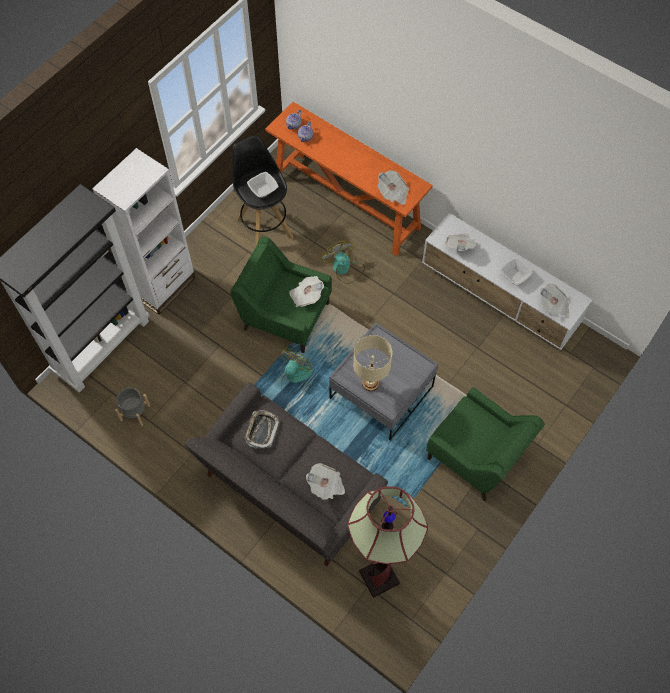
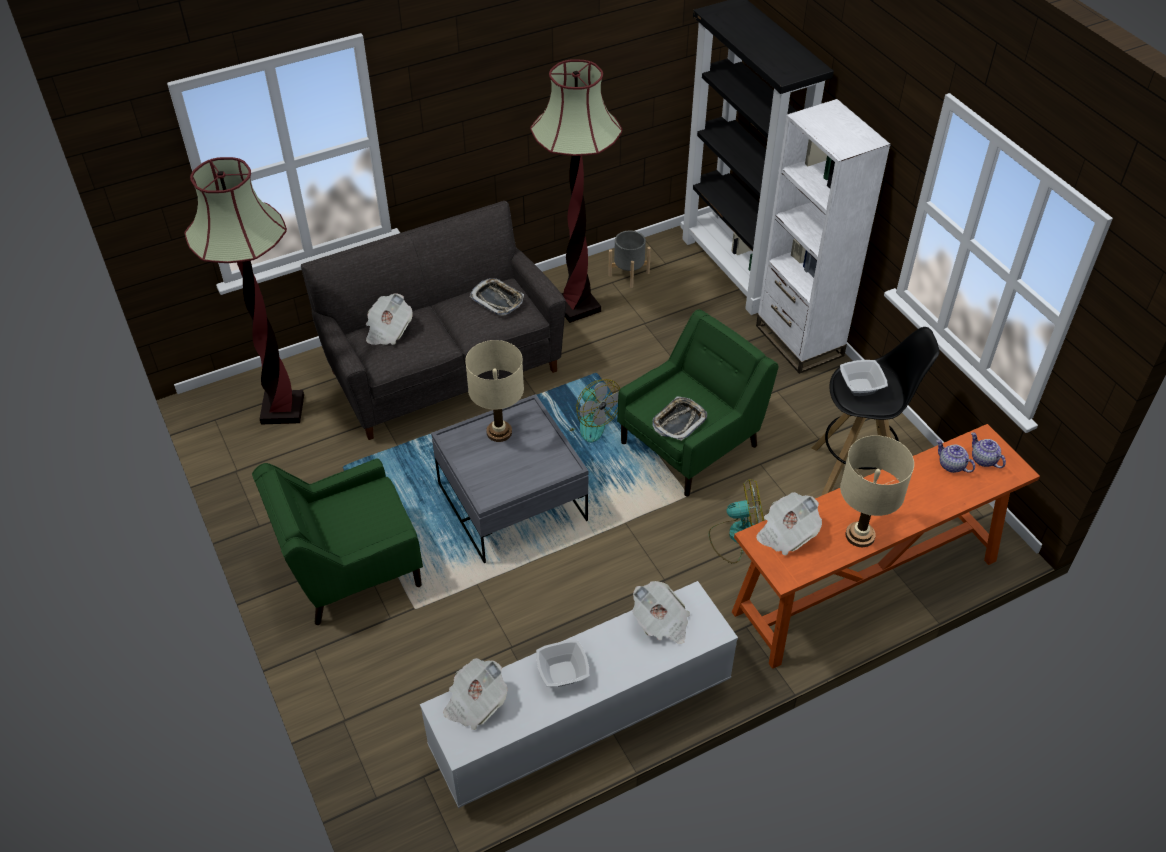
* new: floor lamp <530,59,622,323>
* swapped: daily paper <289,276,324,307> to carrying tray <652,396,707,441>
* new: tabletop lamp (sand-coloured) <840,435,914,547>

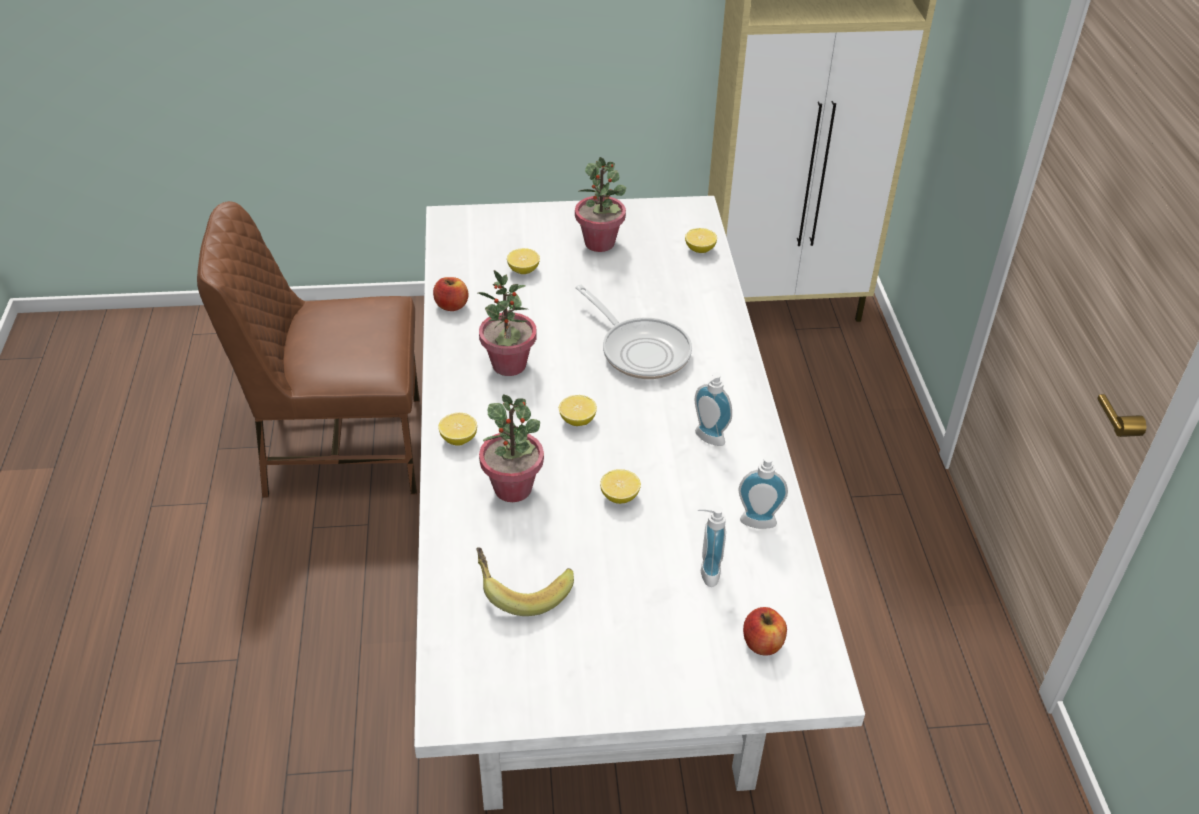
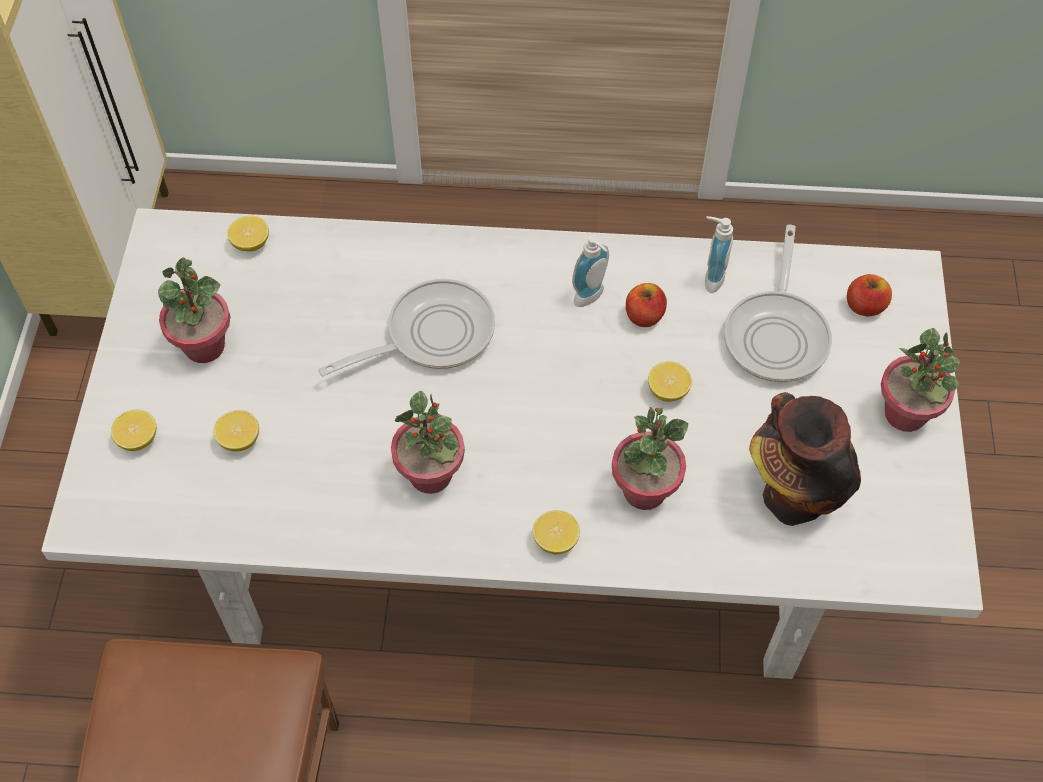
* shifted: citrus fruit <559,395,597,426> to <111,410,156,451>
* shifted: whole apple <433,277,468,311> to <626,283,667,327>
* swapped: soap bottle <698,506,726,587> to skillet <724,225,832,383>
* swapped: banana <476,547,574,616> to decorative vase <749,392,861,526>
* new: potted plant <881,328,960,432>

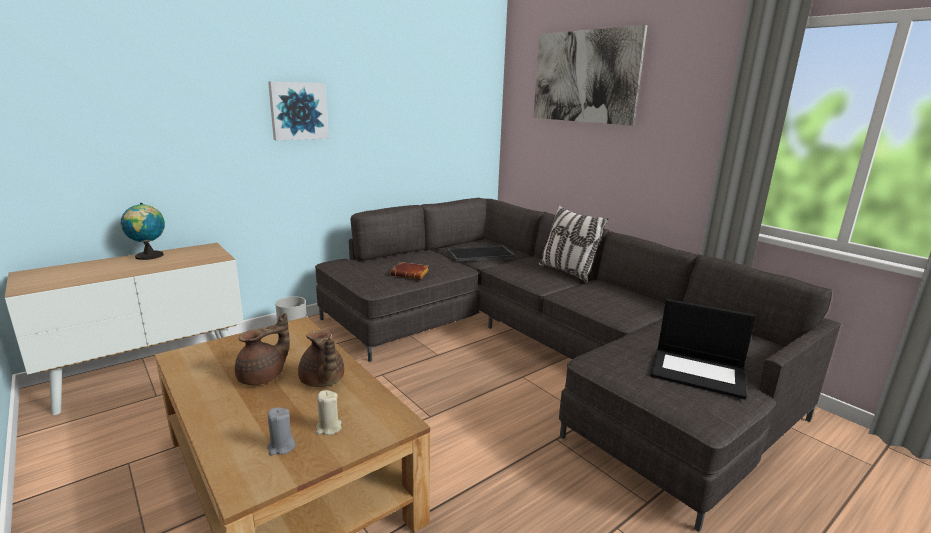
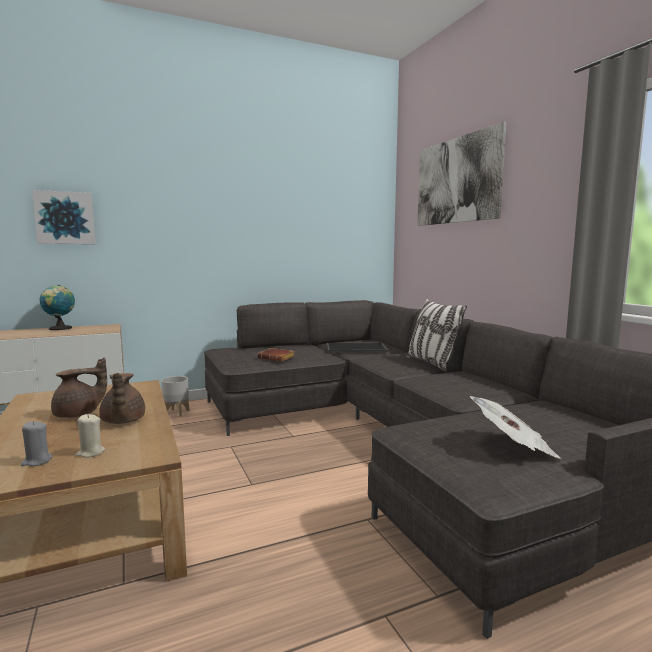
* shifted: picture <268,81,328,140> to <32,190,95,244>
* swapped: laptop <650,299,756,400> to daily paper <470,396,561,459>

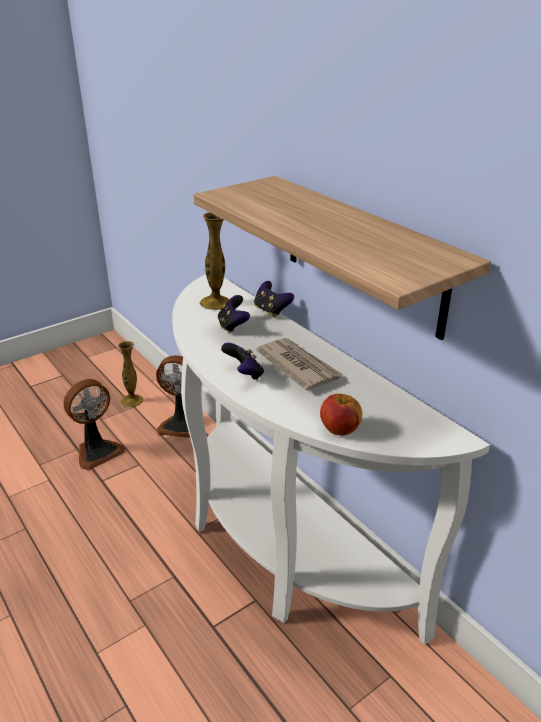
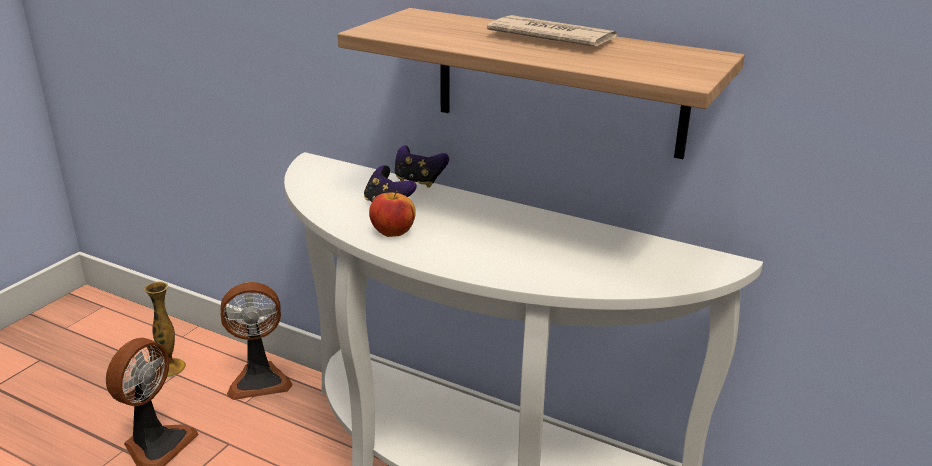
* shifted: whole apple <320,394,362,436> to <369,191,416,237>
* shifted: daily paper <256,338,343,391> to <487,15,617,47>
* gone: decorative vase <199,212,229,310>
* gone: gamepad <221,343,264,380>

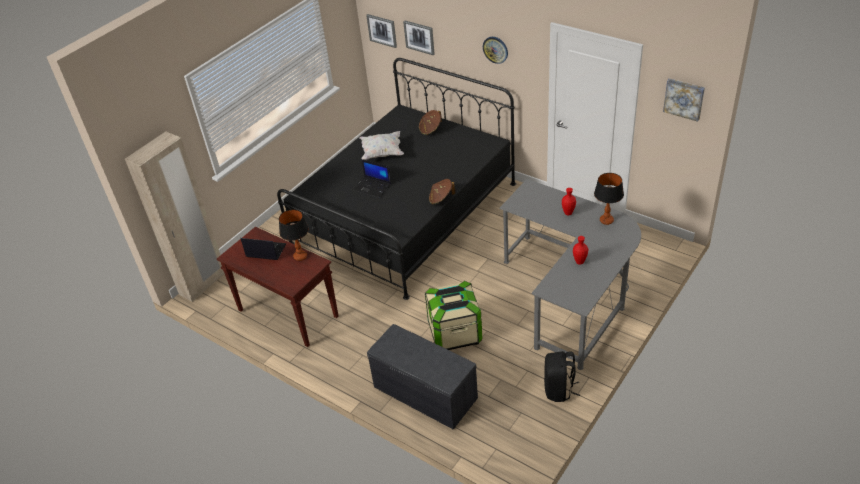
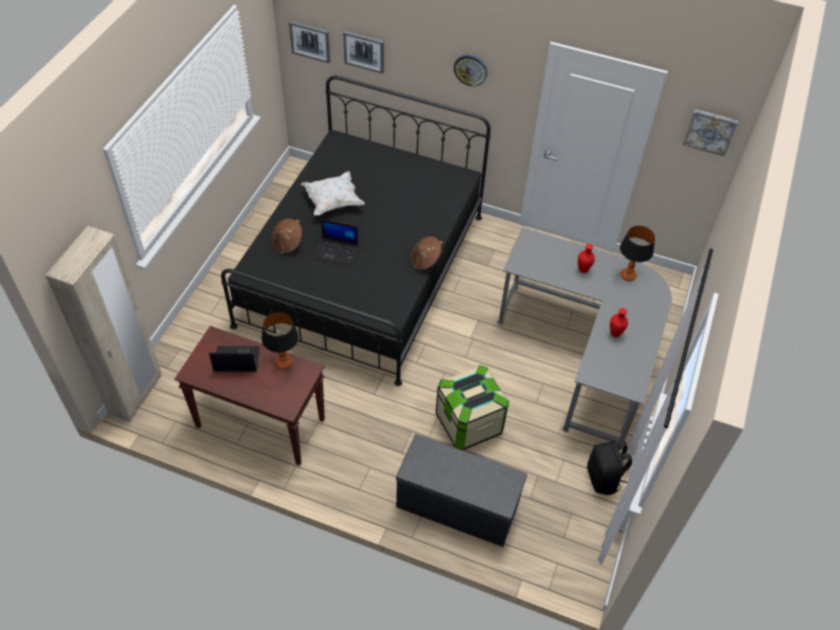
* shifted: wearable hat (brownish) <419,110,442,135> to <271,219,302,254>

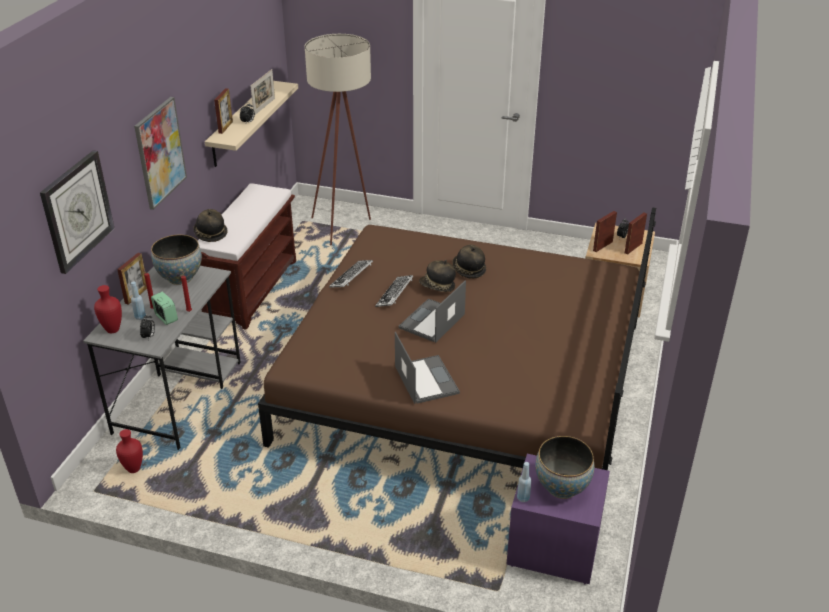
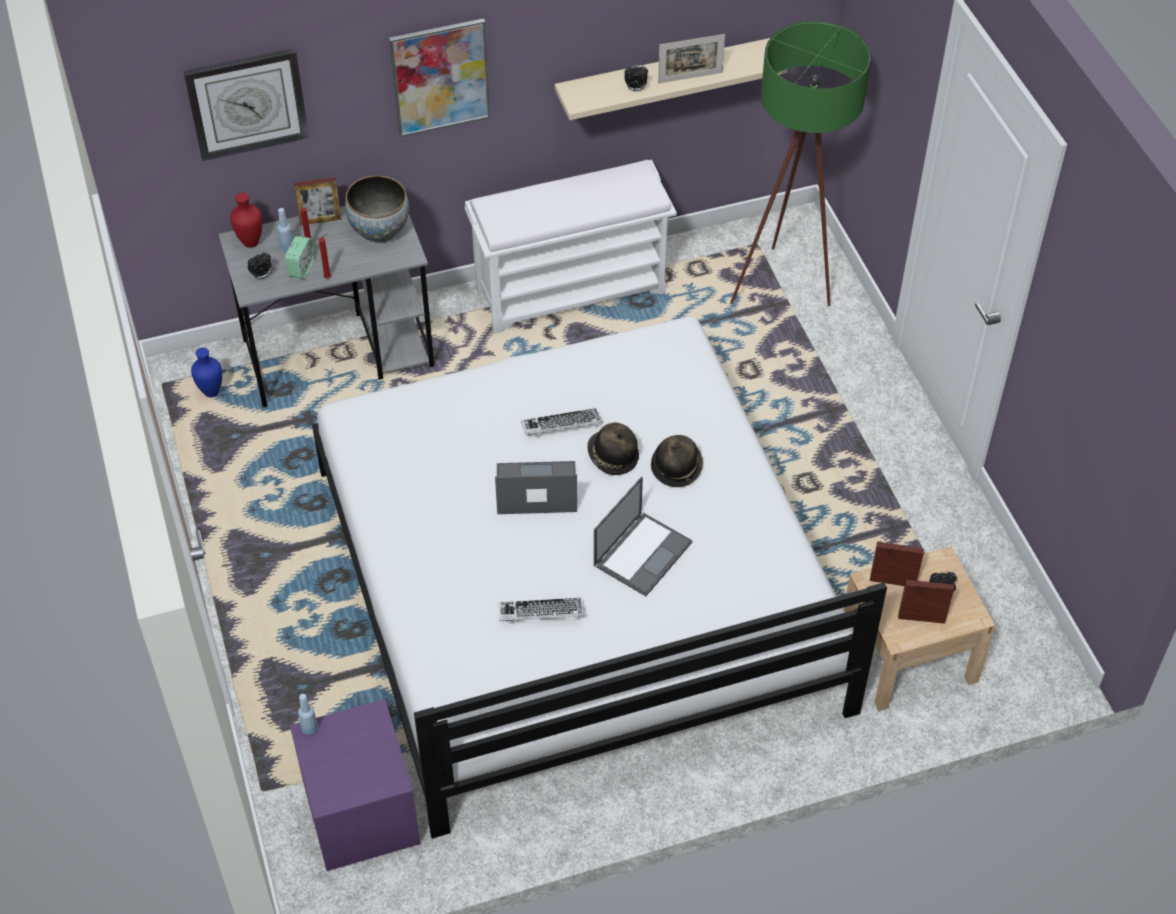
* repainted: decorative vase (reddish) <116,429,143,473> to decorative vase (bluish) <191,348,222,397>
* repainted: sleeping bed (brownish) <258,207,656,470> to sleeping bed (white-coloured) <312,316,887,839>
* repainted: indoor bench (brownish) <198,183,296,330> to indoor bench (white-coloured) <465,160,677,334>
* shifted: PC keyboard <329,260,373,288> to <498,598,583,624>
* shifted: laptop <395,332,460,404> to <594,477,692,596>
* repainted: floor lamp (sand-coloured) <305,34,371,245> to floor lamp (green-coloured) <730,21,871,306>
* gone: wearable hat <193,209,228,242>
* gone: standing frame <214,88,233,134>
* gone: deep dish <535,436,594,499>

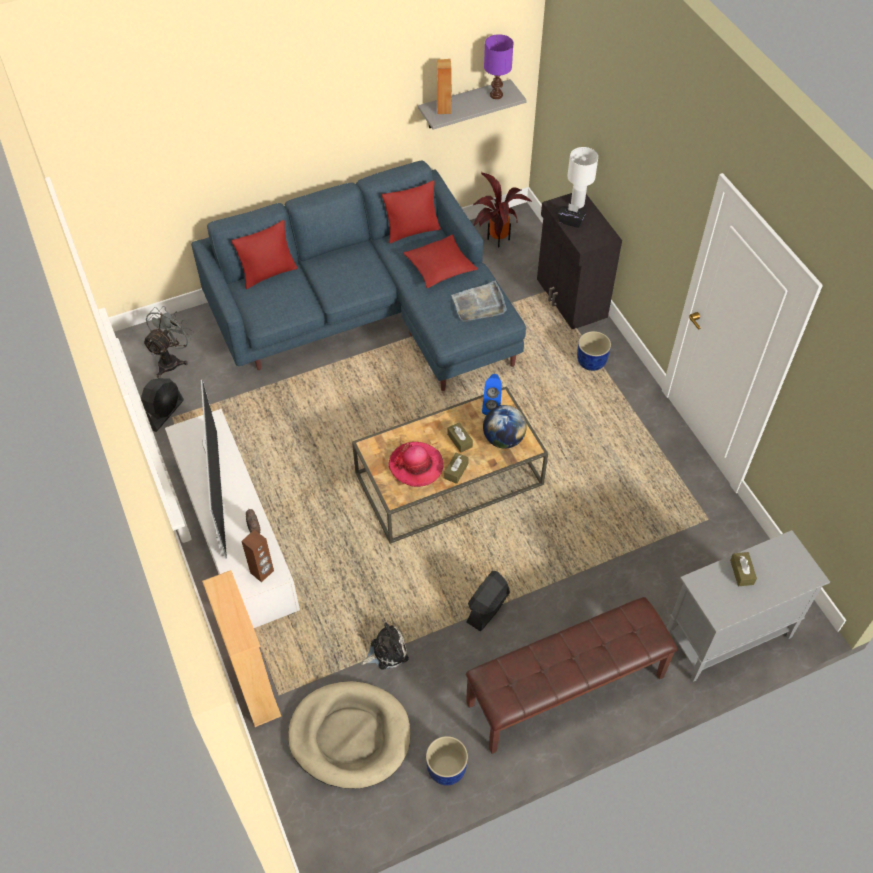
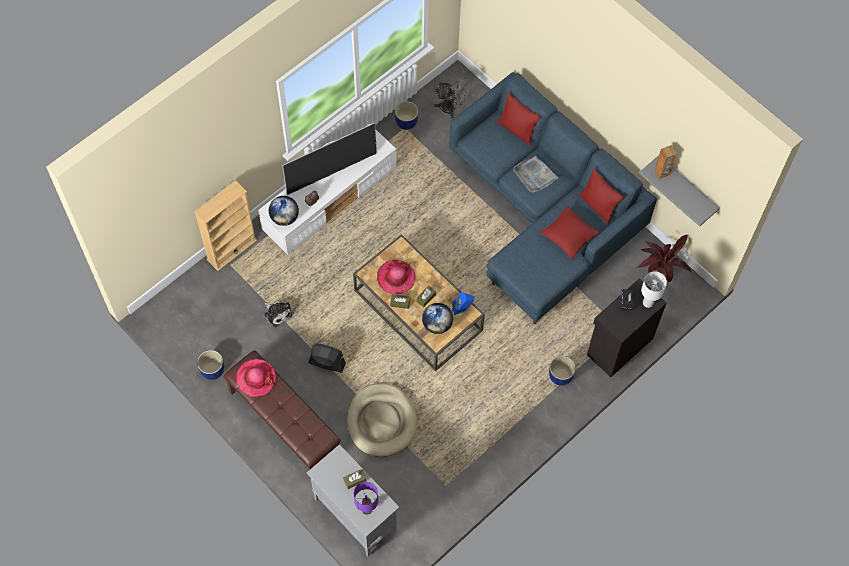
* new: wearable hat <236,359,276,397>
* swapped: speaker (brownish) <241,530,274,582> to world globe <269,196,299,226>
* shifted: pet bed (sand-coloured) <288,681,410,789> to <347,383,417,457>
* shifted: tabletop lamp (purplish) <484,34,514,99> to <354,482,378,515>
* swapped: fan (black) <141,378,184,432> to planter (bluish) <395,101,418,130>
* shifted: carrying tray (greyish) <451,281,507,322> to <513,156,559,192>

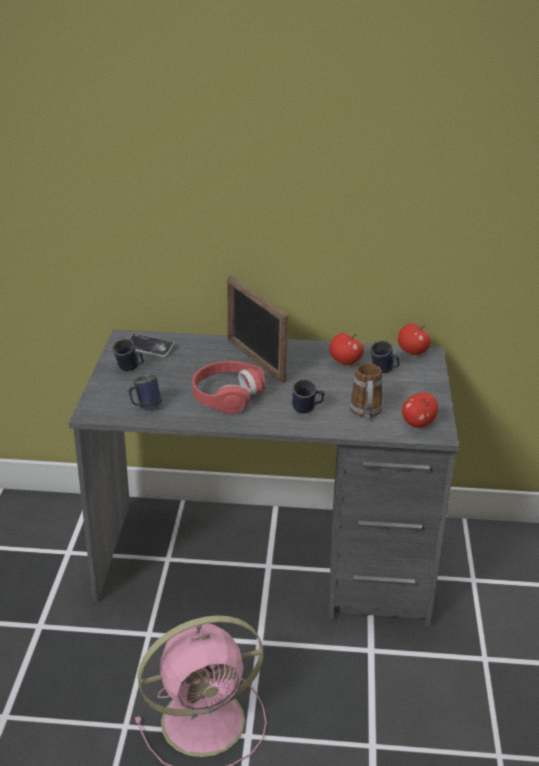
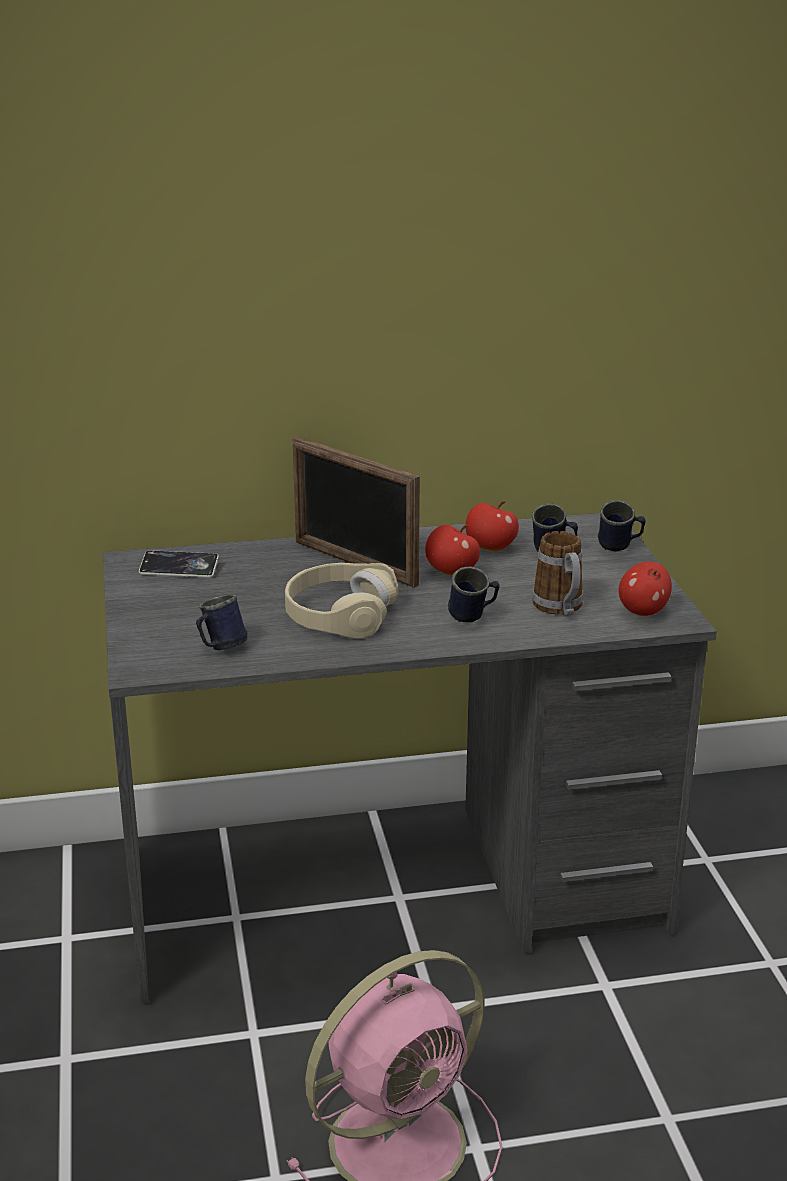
* repainted: headset (reddish) <192,361,265,414> to headset (sand-coloured) <285,563,398,639>
* shifted: whole apple <398,323,431,355> to <425,525,480,576>
* shifted: tea mug (bluish) <112,338,144,372> to <598,500,646,552>

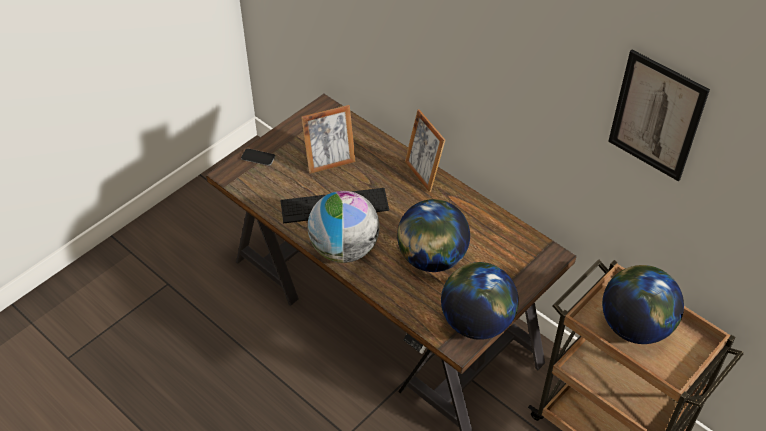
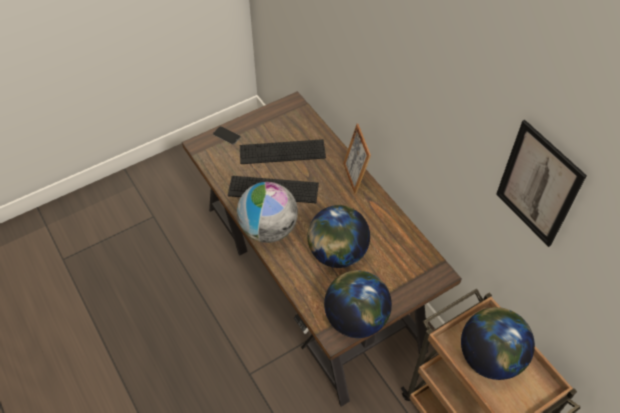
* swapped: standing frame <301,105,356,174> to PC keyboard <240,139,326,164>

